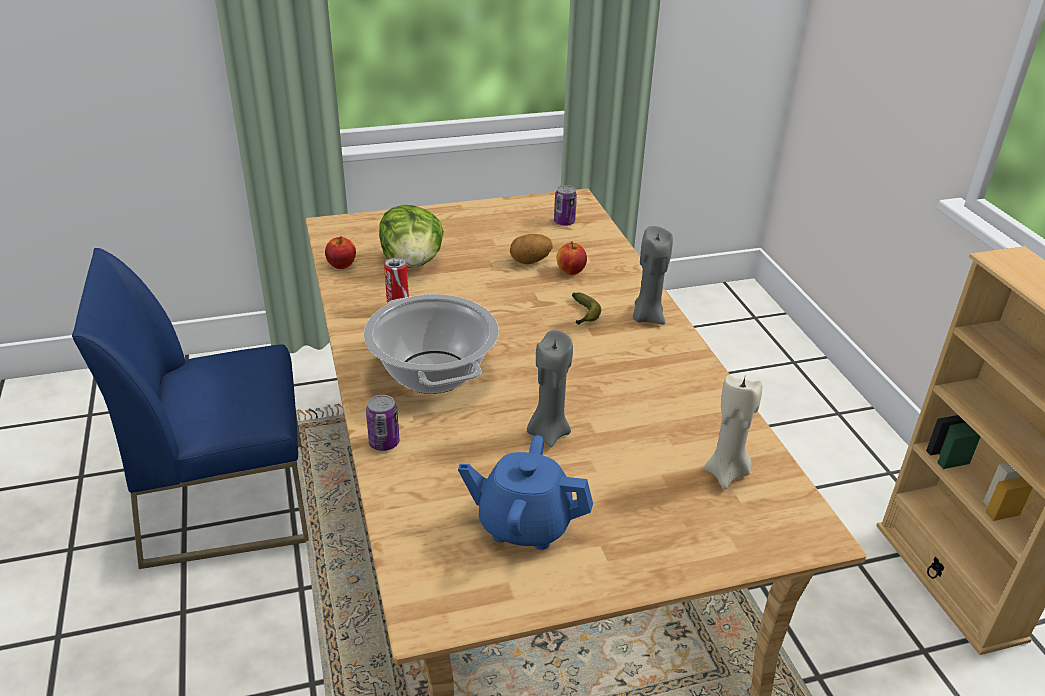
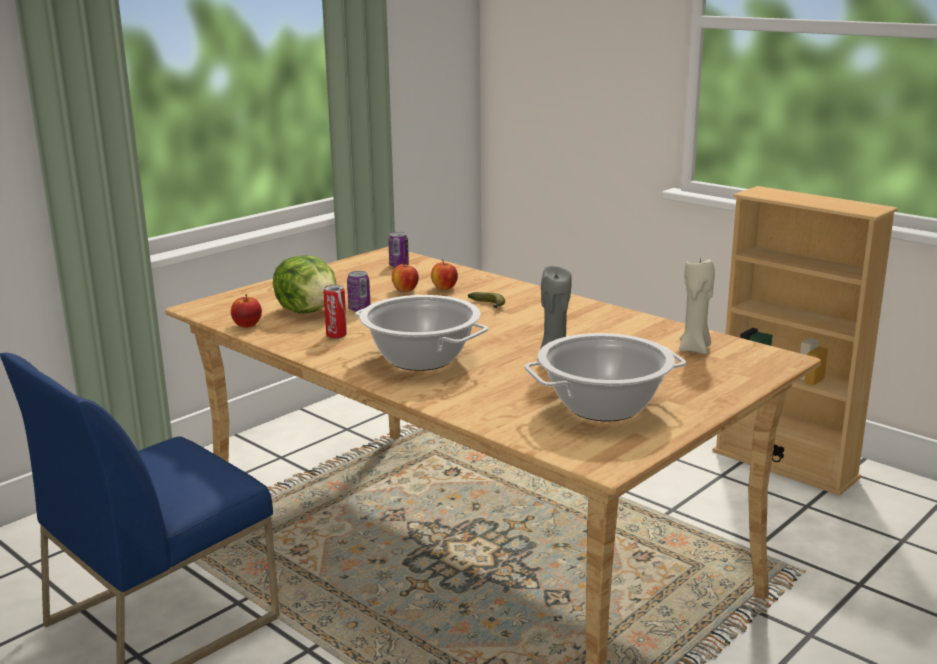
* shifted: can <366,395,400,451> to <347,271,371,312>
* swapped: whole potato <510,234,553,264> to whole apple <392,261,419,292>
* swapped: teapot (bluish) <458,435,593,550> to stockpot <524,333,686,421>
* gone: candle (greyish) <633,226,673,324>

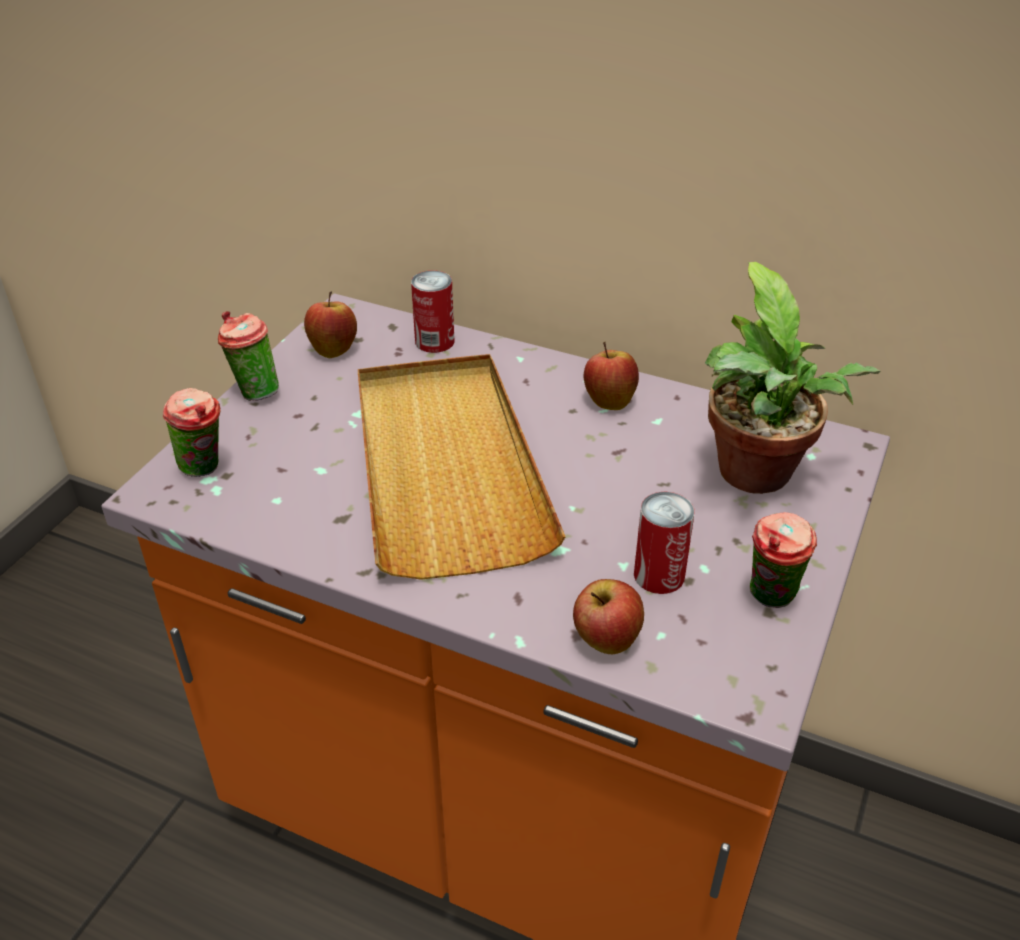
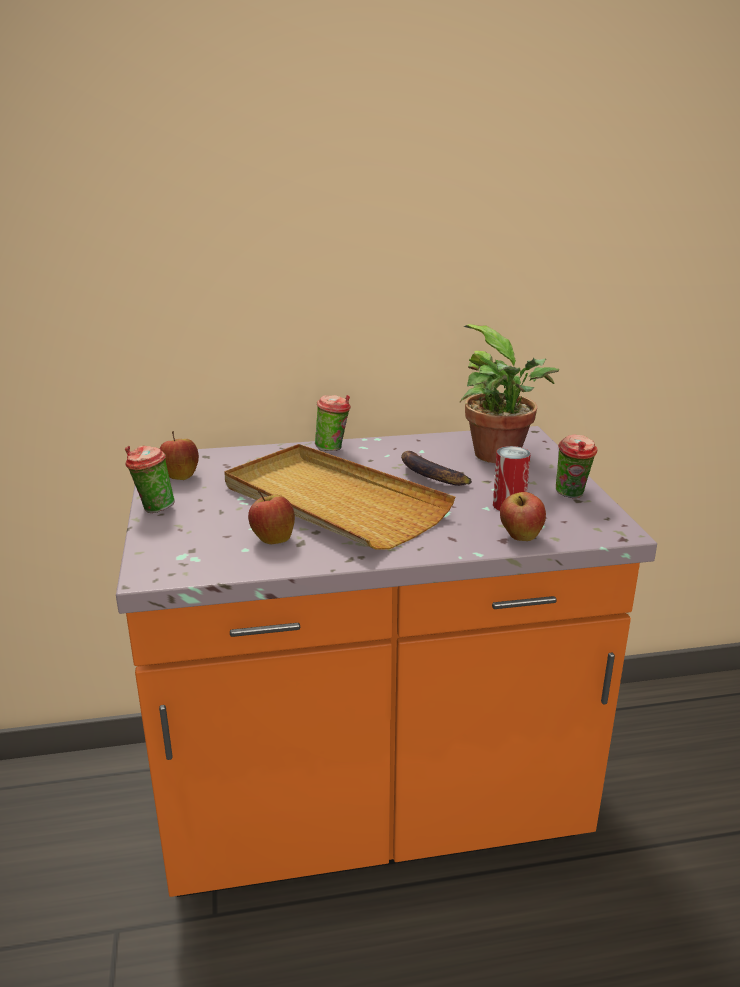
* shifted: whole apple <584,342,639,410> to <248,490,295,544>
* shifted: cup <163,388,220,477> to <315,395,351,451>
* new: banana <401,451,472,486>
* gone: can <411,270,455,353>

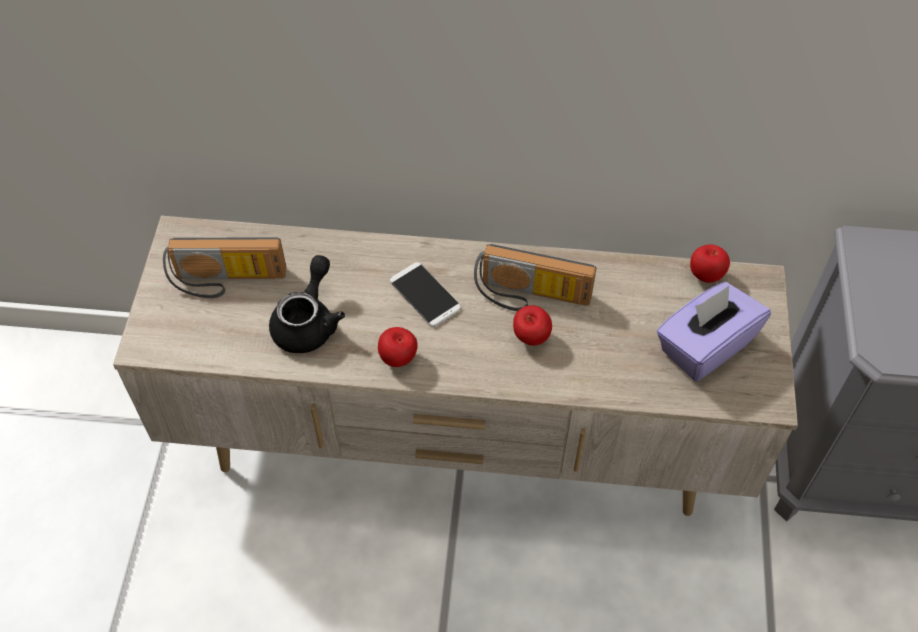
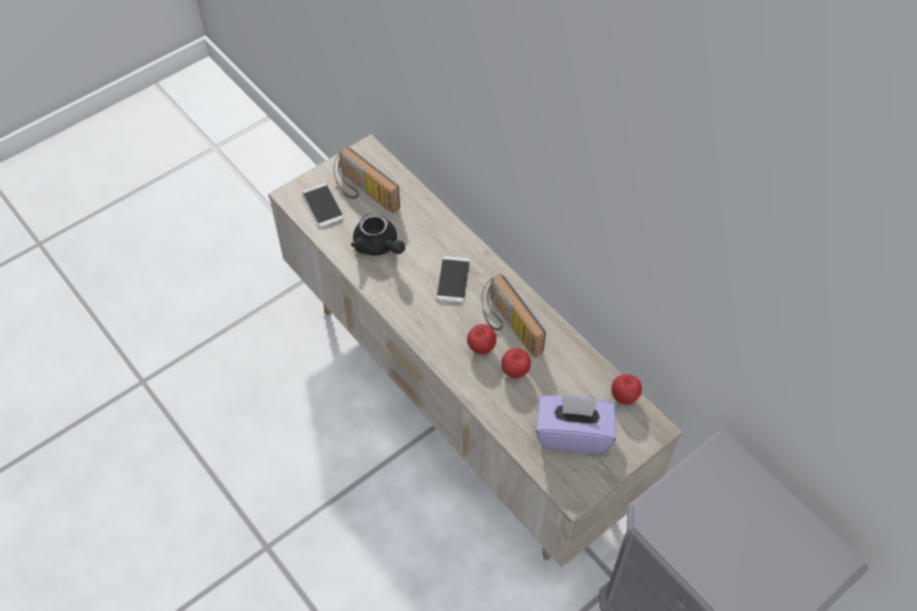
* new: handset <302,183,344,227>
* rotated: teapot (black) <269,255,345,353> = <351,213,405,256> 75 degrees clockwise
* shifted: whole apple <378,327,418,367> to <501,348,531,378>

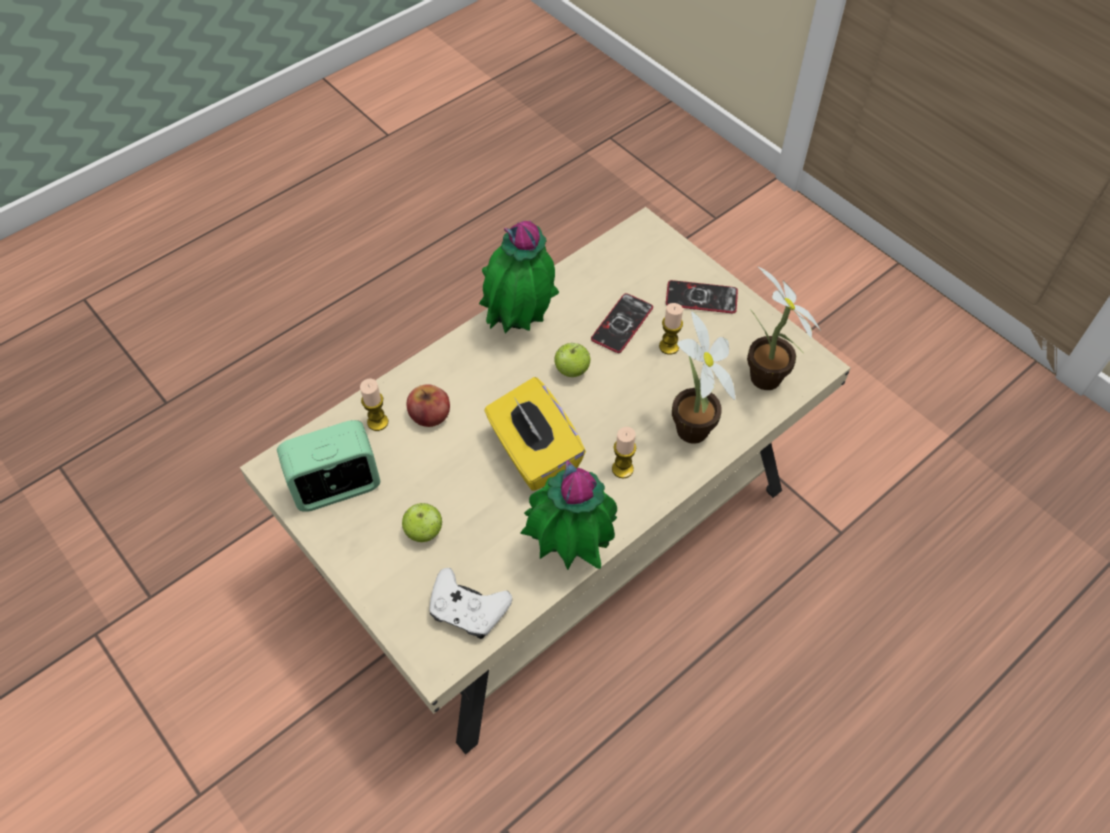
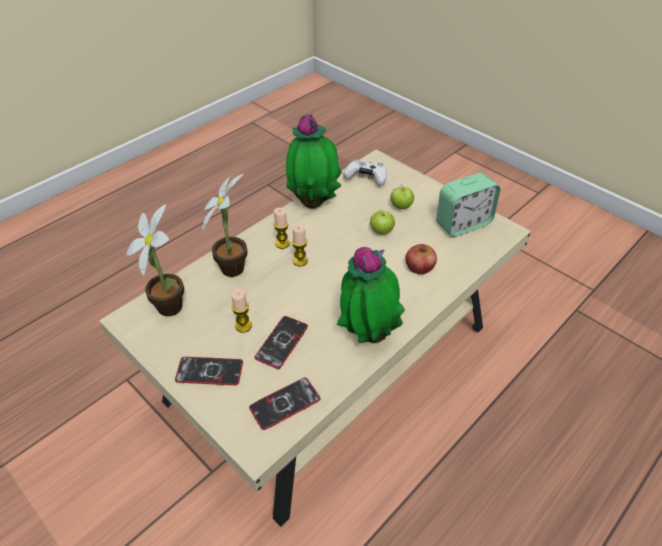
* new: handset <249,378,321,430>
* shifted: candle <360,378,388,431> to <292,225,308,267>
* shifted: whole apple <555,343,590,377> to <370,210,395,235>
* gone: tissue holder (yellowish) <484,377,586,491>

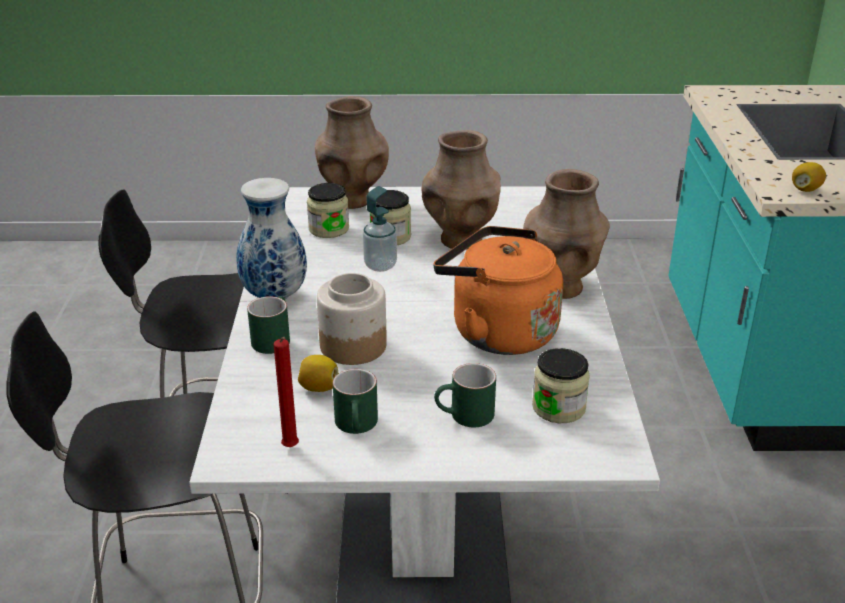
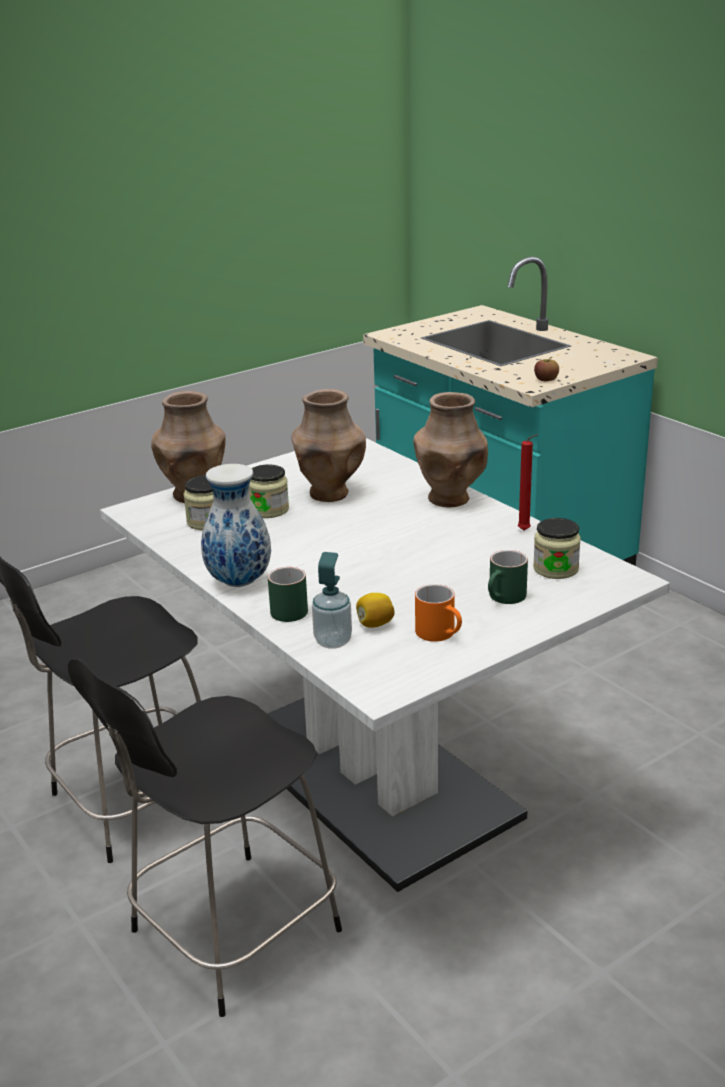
* shifted: soap bottle <363,186,397,272> to <312,552,352,649>
* repainted: tea mug (green-coloured) <333,369,378,434> to tea mug (orange) <415,584,462,642>
* shifted: candle (reddish) <274,337,299,447> to <518,434,538,530>
* swapped: citrus fruit <792,162,826,192> to whole apple <534,357,559,381>
* gone: jar <317,273,387,365>
* gone: water kettle (orange) <434,226,563,355>

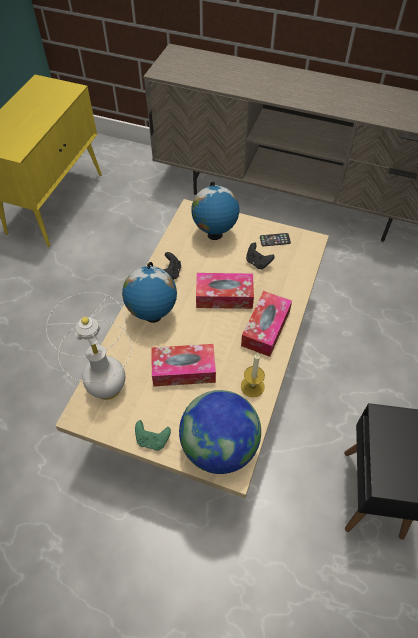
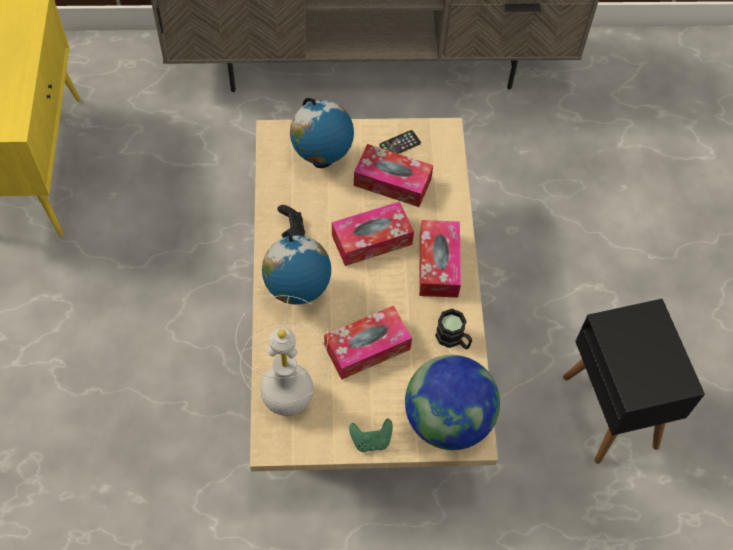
* swapped: gamepad (black) <246,243,275,269> to tissue holder <354,144,433,207>
* swapped: candle <241,353,265,397> to tea mug (black) <435,309,472,349>

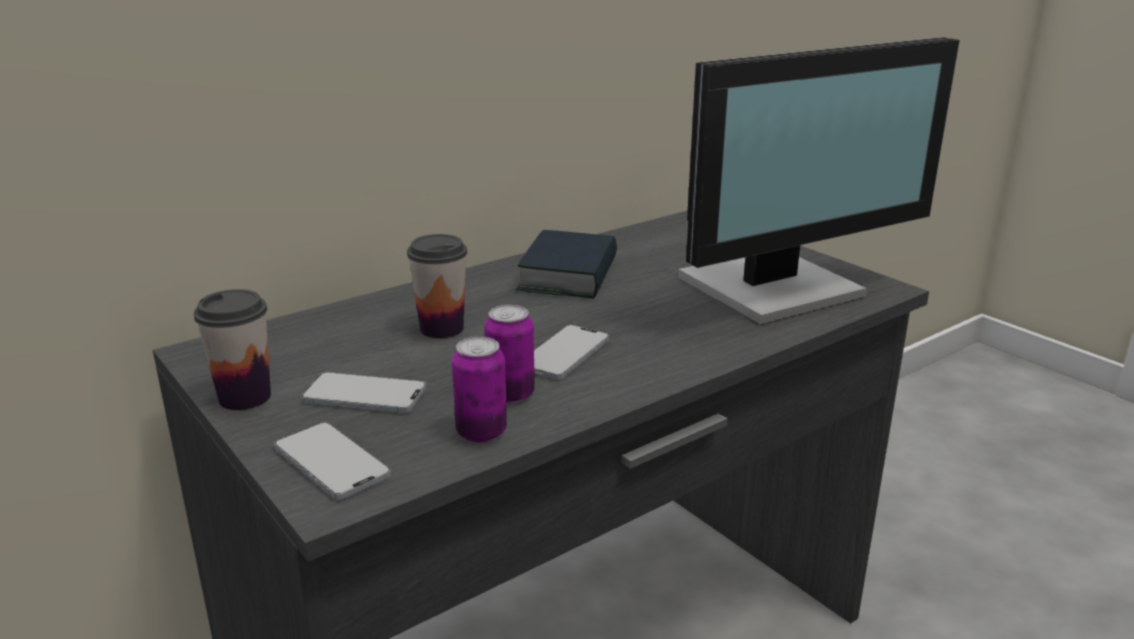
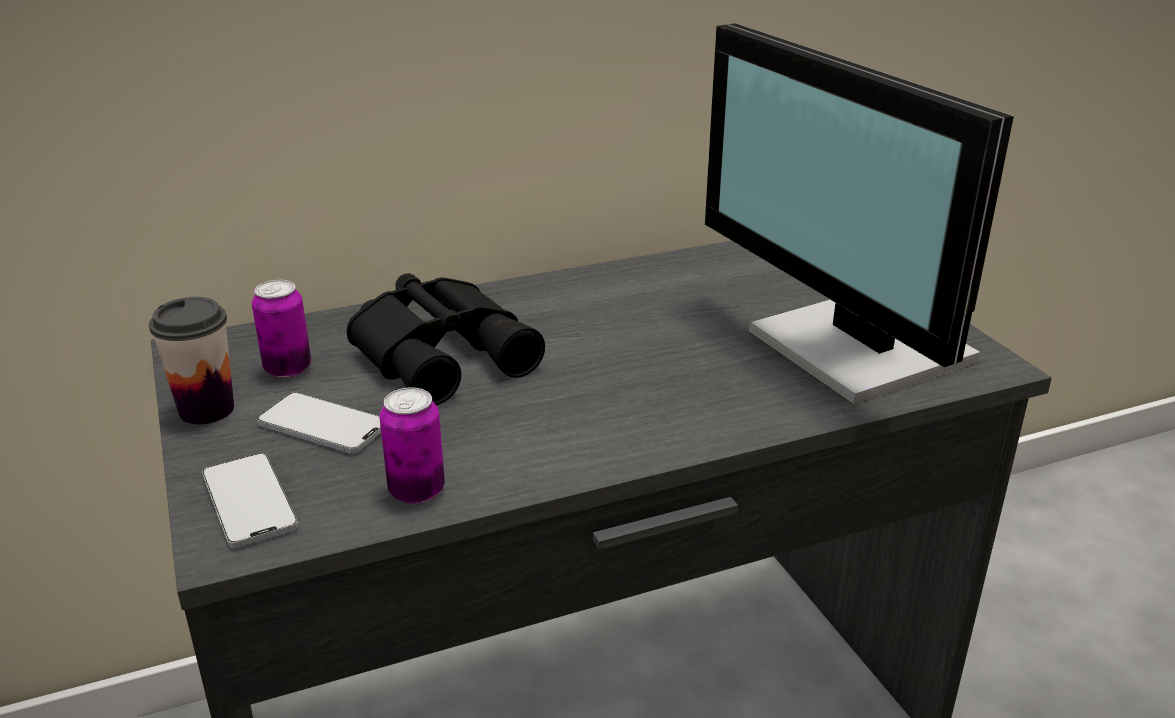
* shifted: can <484,305,535,404> to <252,280,311,378>
* swapped: cup <407,234,467,338> to pair of binoculars (black) <347,273,545,405>
* rotated: computer screen <678,37,959,325> = <705,23,1014,404> 75 degrees clockwise
* gone: volume <516,230,617,298>
* gone: handset <534,325,609,380>

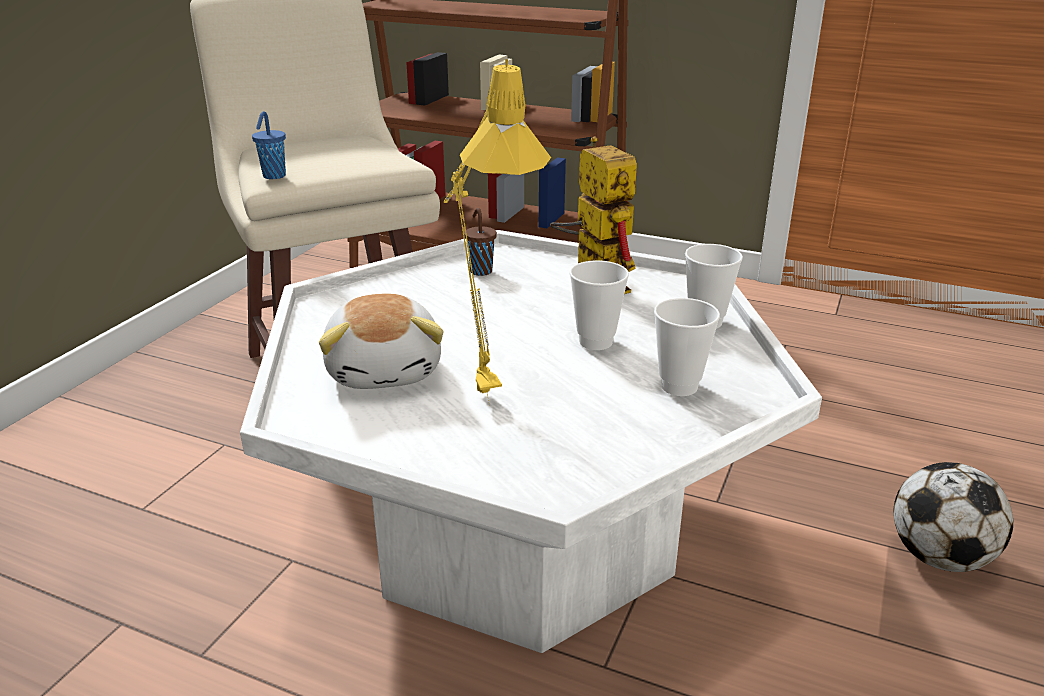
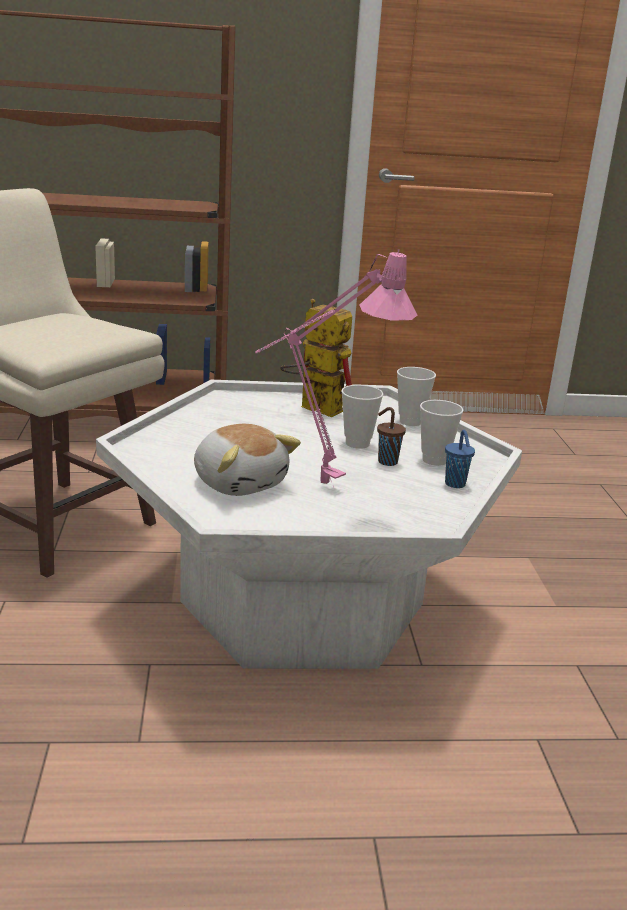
* repainted: tabletop lamp (yellowish) <444,59,551,401> to tabletop lamp (pinkish) <255,249,417,487>
* shifted: cup (brownish) <464,208,497,276> to <377,407,406,466>
* shifted: cup (bluish) <252,111,286,179> to <445,430,475,488>
* gone: football ball <893,462,1013,572>

